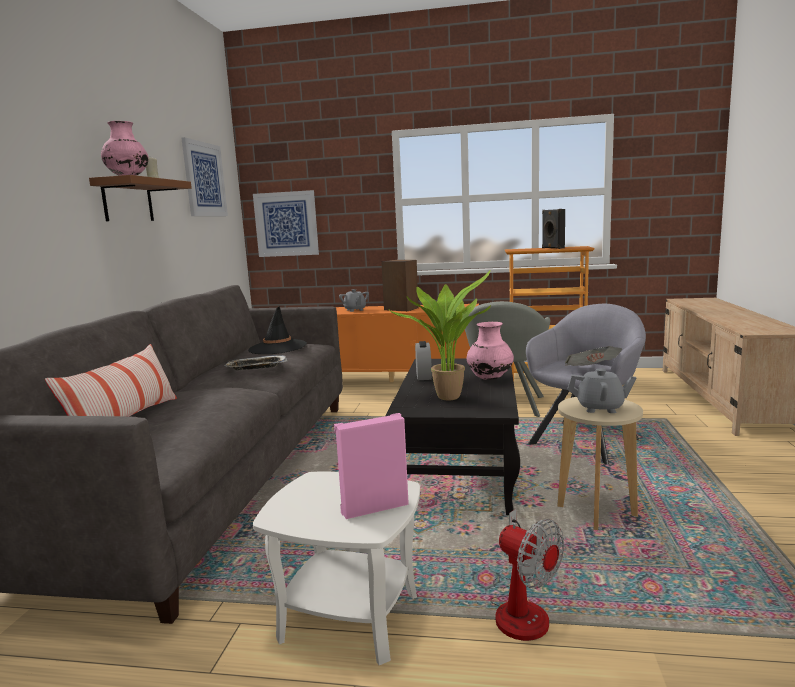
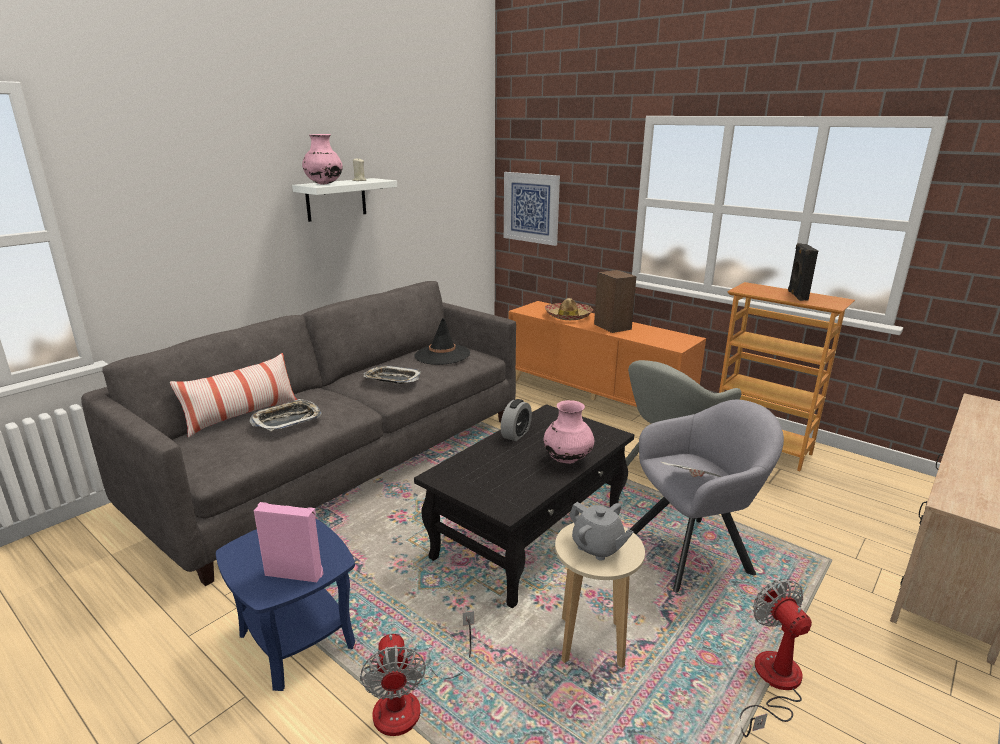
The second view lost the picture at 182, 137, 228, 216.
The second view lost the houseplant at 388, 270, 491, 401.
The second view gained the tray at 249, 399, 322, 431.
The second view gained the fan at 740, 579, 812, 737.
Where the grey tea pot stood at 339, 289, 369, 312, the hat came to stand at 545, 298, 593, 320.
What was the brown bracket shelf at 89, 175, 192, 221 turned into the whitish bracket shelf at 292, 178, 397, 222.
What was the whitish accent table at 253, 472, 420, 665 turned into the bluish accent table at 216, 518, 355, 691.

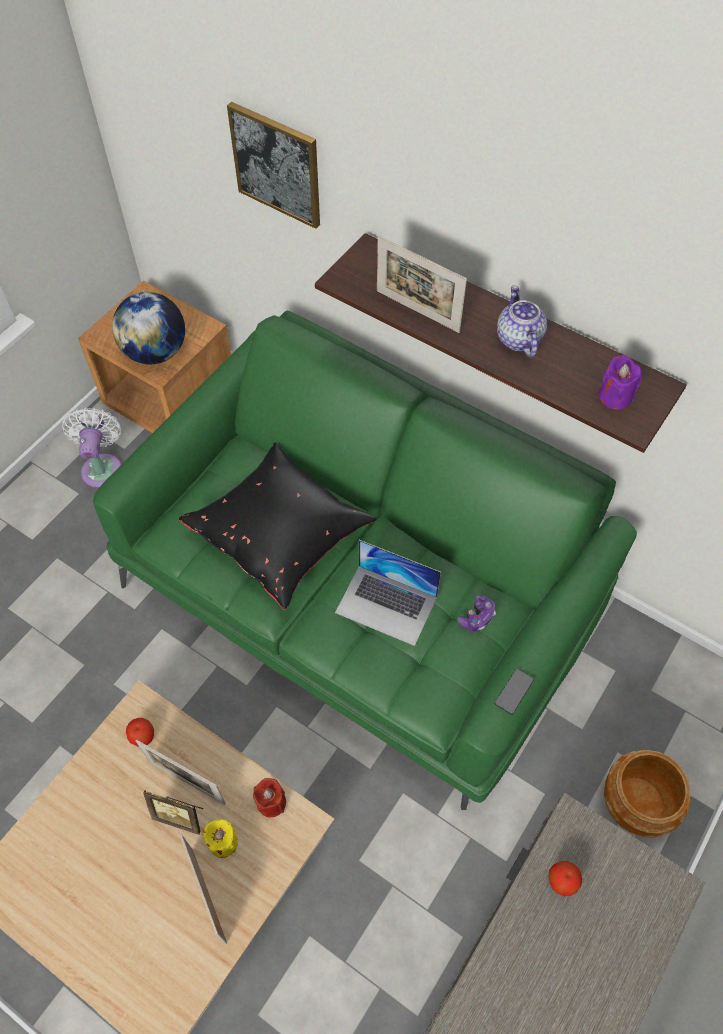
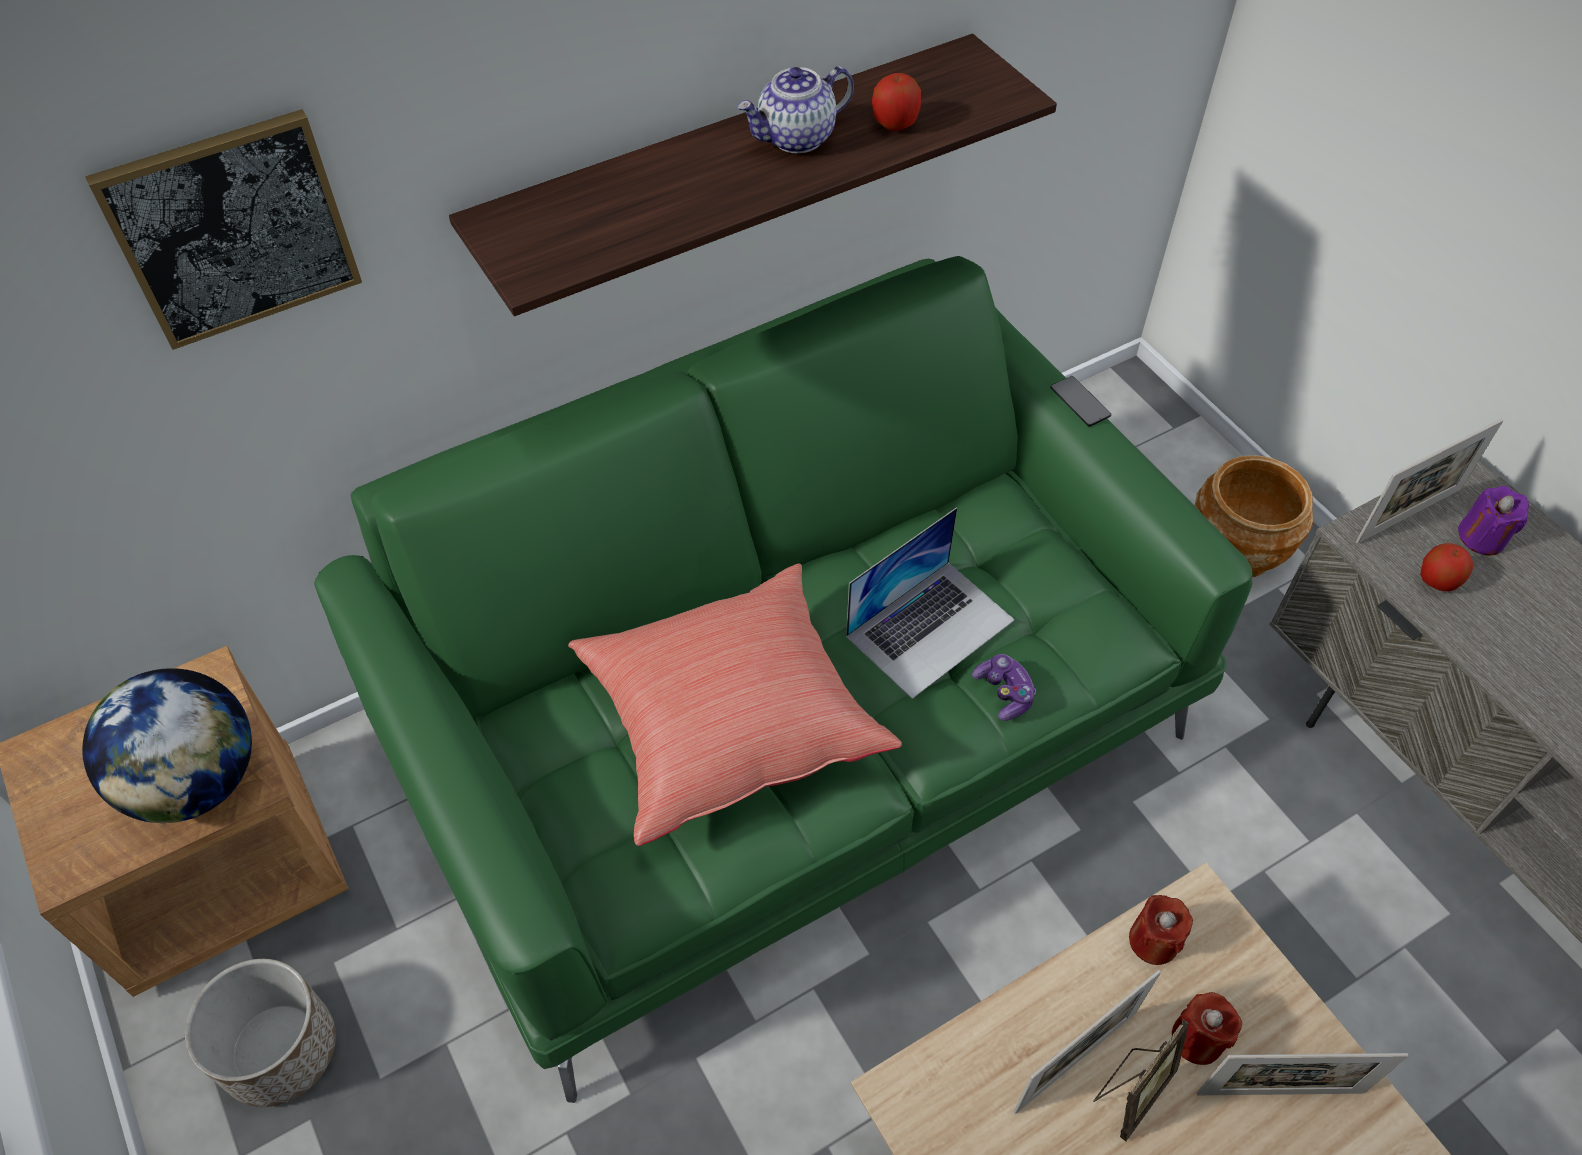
The apple ended up elsewhere, having gone from 126, 718, 154, 747 to 872, 73, 921, 131.
The standing frame ended up elsewhere, having gone from 377, 236, 467, 333 to 1356, 419, 1503, 543.
The game controller ended up elsewhere, having gone from 457, 595, 496, 631 to 972, 654, 1036, 721.
The phone ended up elsewhere, having gone from 494, 668, 534, 715 to 1050, 376, 1111, 427.
The purple candle ended up elsewhere, having gone from 599, 355, 642, 410 to 1458, 486, 1529, 555.
Where the whitish fan stood at 62, 407, 121, 488, the planter came to stand at 185, 959, 336, 1107.
What was the black cushion at 179, 443, 377, 610 turned into the red cushion at 568, 564, 902, 846.
What was the yellow candle at 203, 819, 238, 858 turned into the red candle at 1172, 992, 1242, 1065.
The tea pot at 497, 285, 547, 358 ended up facing another way, 45 degrees counterclockwise from before.

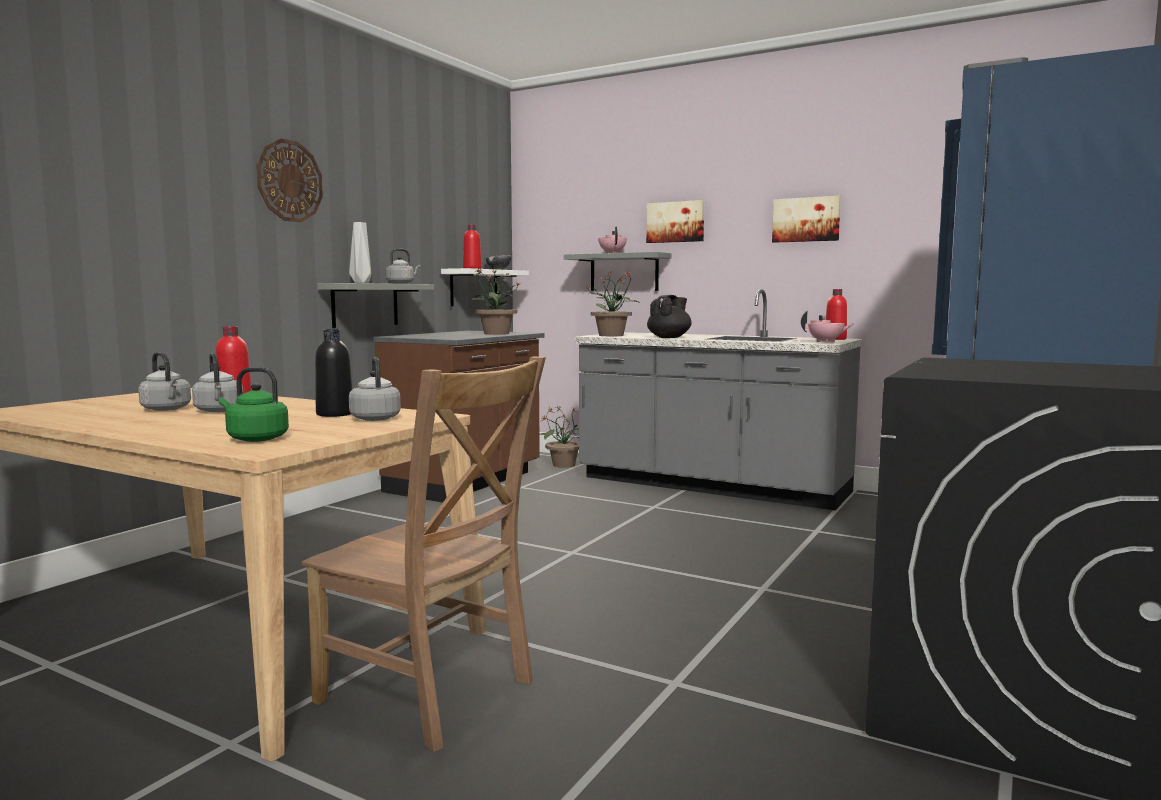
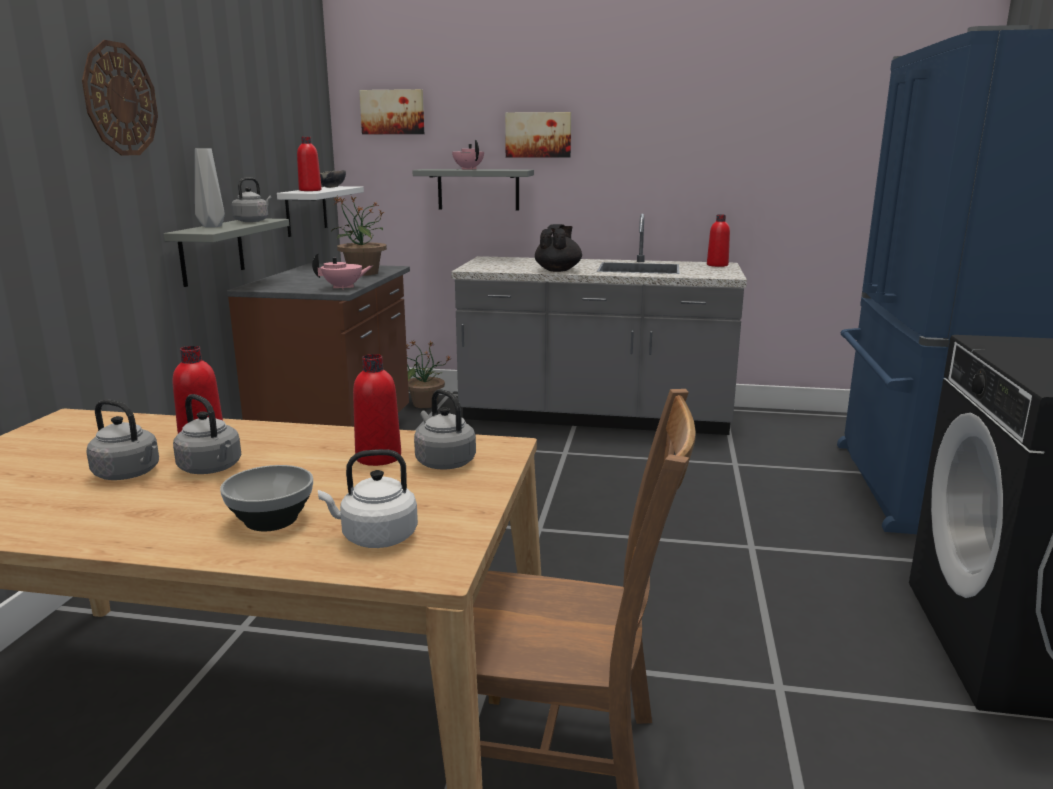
The second view lost the houseplant at 585, 271, 638, 336.
The second view gained the deep dish at 220, 465, 313, 531.
The picture ended up elsewhere, having gone from 772, 196, 841, 243 to 359, 89, 424, 134.
The pink-coloured tea pot ended up elsewhere, having gone from 801, 311, 853, 343 to 312, 253, 373, 290.
What was the green-coloured water kettle at 219, 367, 289, 442 turned into the whitish water kettle at 318, 449, 418, 548.
What was the black beverage bottle at 315, 329, 352, 417 turned into the red beverage bottle at 353, 354, 401, 466.

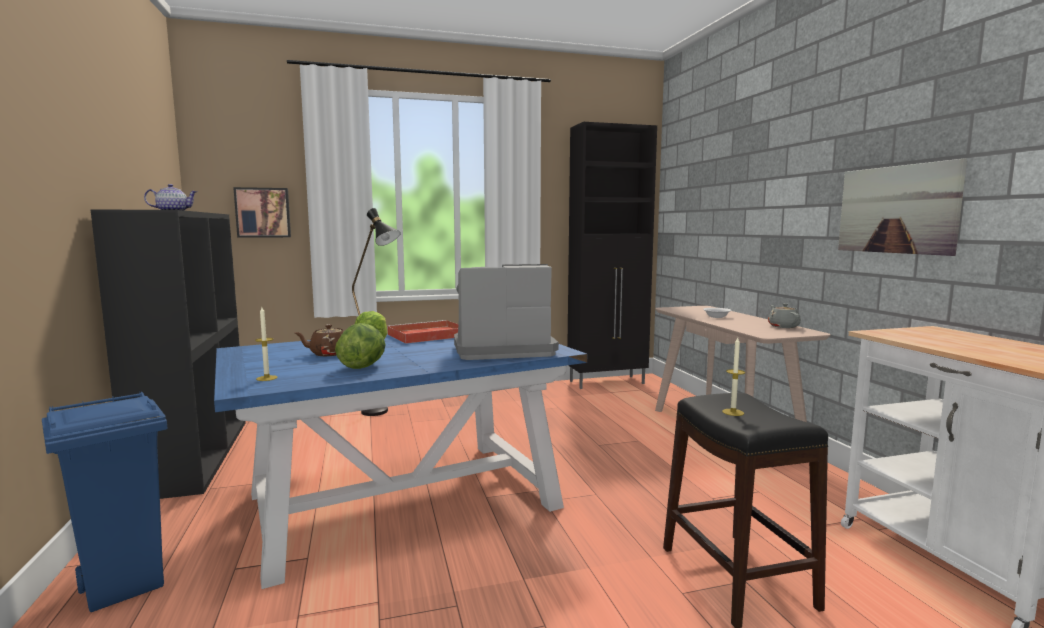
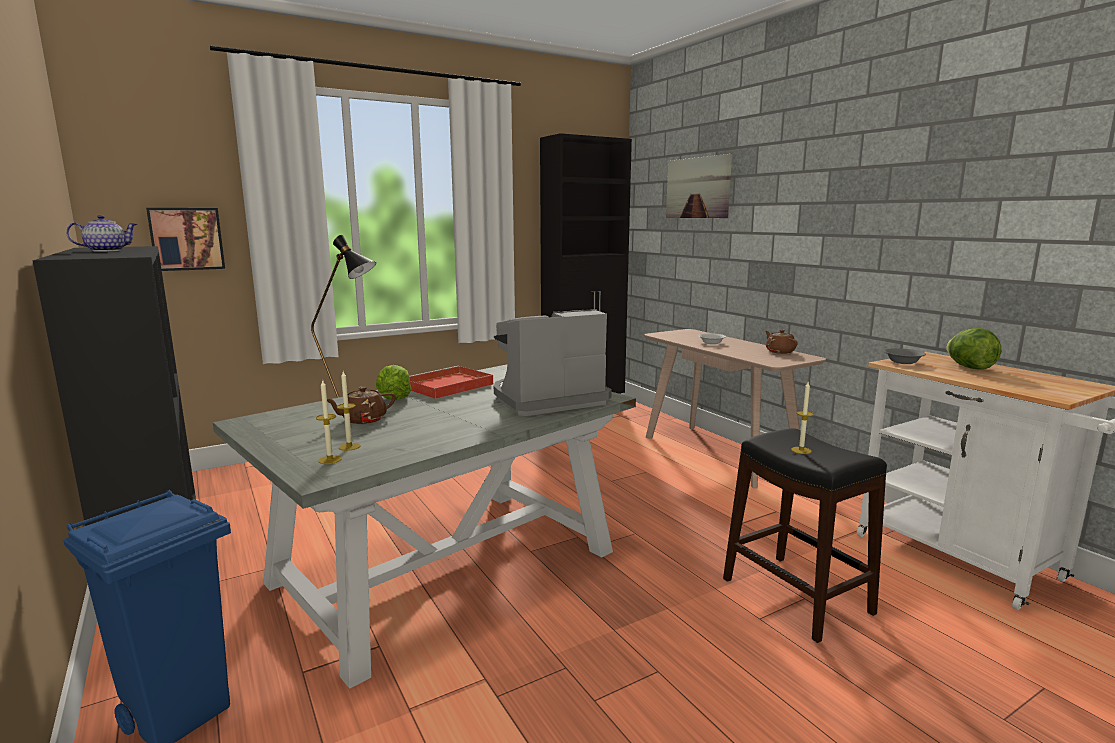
The second view gained the candle at 337, 371, 360, 451.
The second view gained the grey deep dish at 884, 348, 926, 364.
The lettuce ended up elsewhere, having gone from 335, 323, 386, 369 to 946, 327, 1001, 369.
The picture ended up elsewhere, having gone from 838, 159, 967, 256 to 666, 154, 732, 218.
What was the bluish dining table at 214, 333, 587, 589 turned into the grey dining table at 213, 365, 636, 689.
What was the grey tea pot at 768, 303, 801, 328 turned into the brown tea pot at 766, 330, 798, 354.

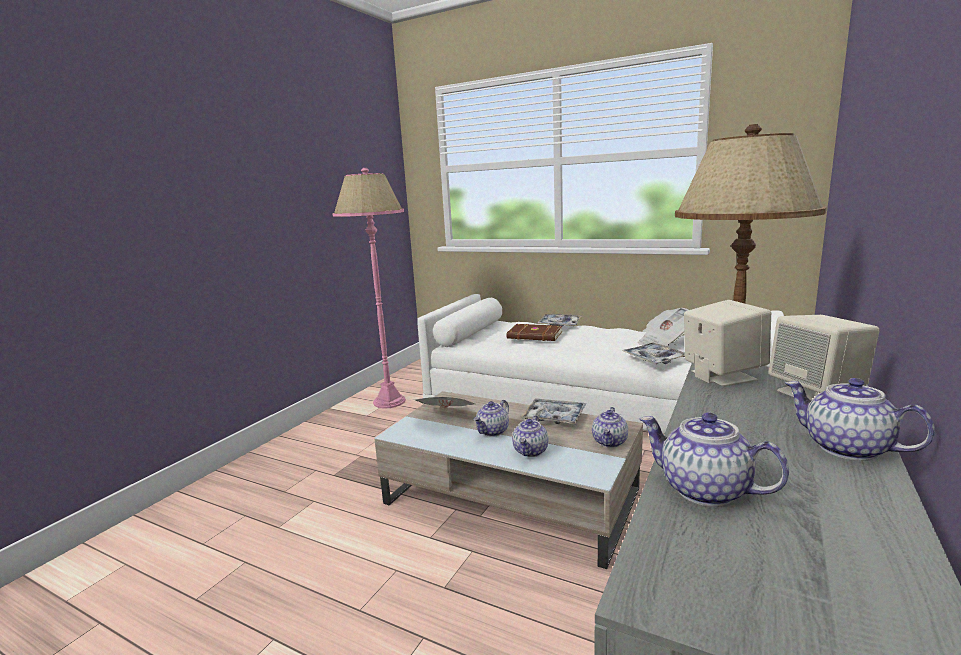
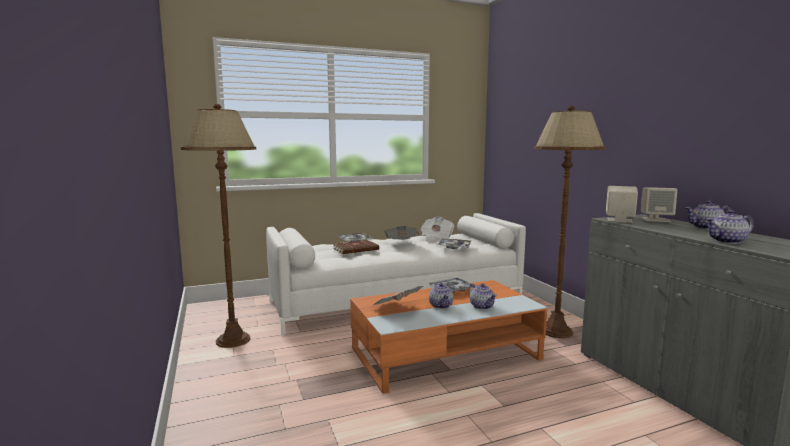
The second view lost the tea pot at 592, 407, 628, 448.
The second view gained the daily paper at 384, 226, 419, 240.
What was the pink-coloured standard lamp at 332, 168, 406, 409 turned into the brown standard lamp at 181, 104, 256, 348.
What was the sand-coloured coffee table at 374, 391, 643, 569 turned into the orangey coffee table at 350, 280, 547, 394.

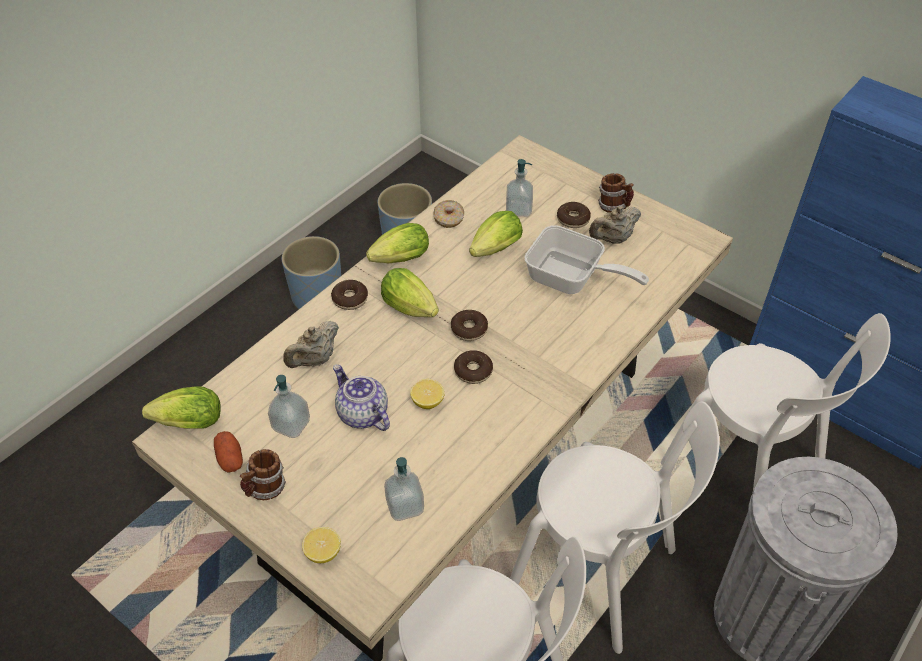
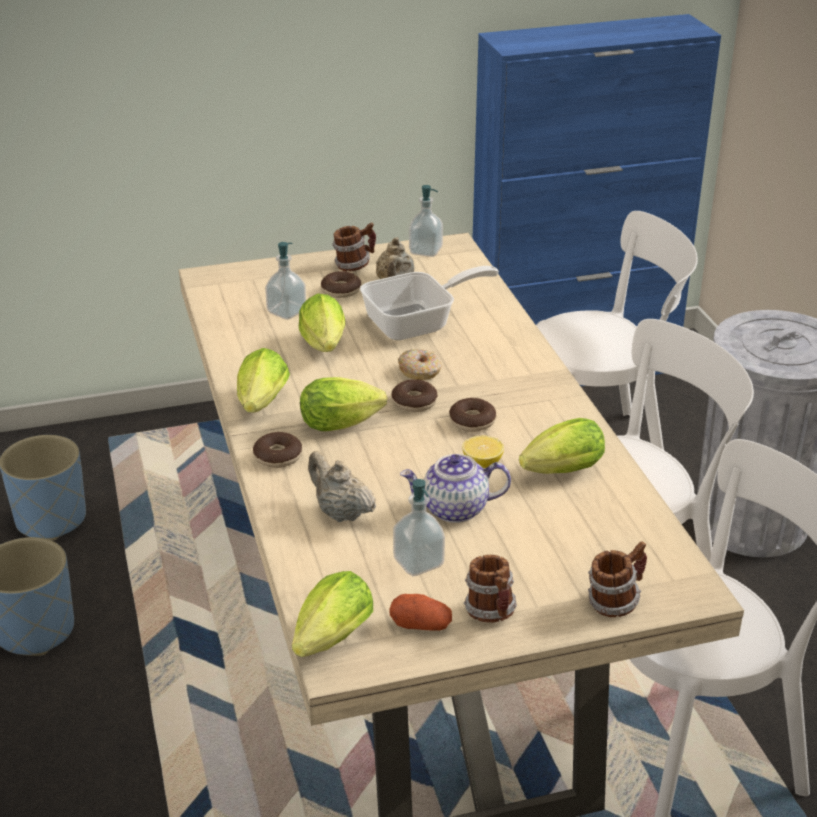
The second view gained the lettuce at 519, 418, 605, 474.
The soap bottle ended up elsewhere, having gone from 384, 457, 424, 521 to 409, 185, 443, 257.
The donut ended up elsewhere, having gone from 434, 200, 464, 228 to 398, 349, 442, 380.
Where the lemon stood at 302, 527, 341, 563, the tea mug came to stand at 588, 542, 647, 617.
The sand-coloured tea pot at 283, 321, 339, 368 ended up facing another way, 150 degrees clockwise from before.

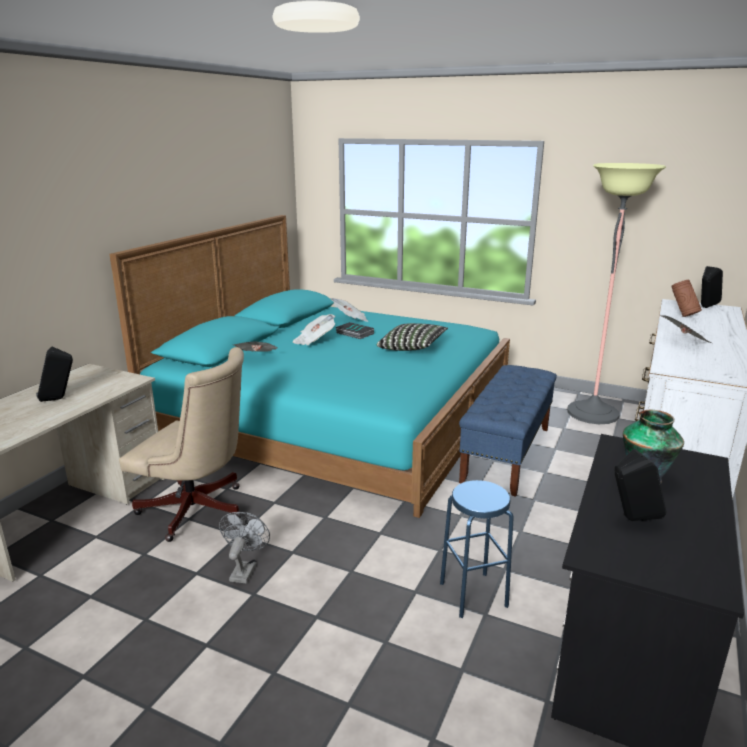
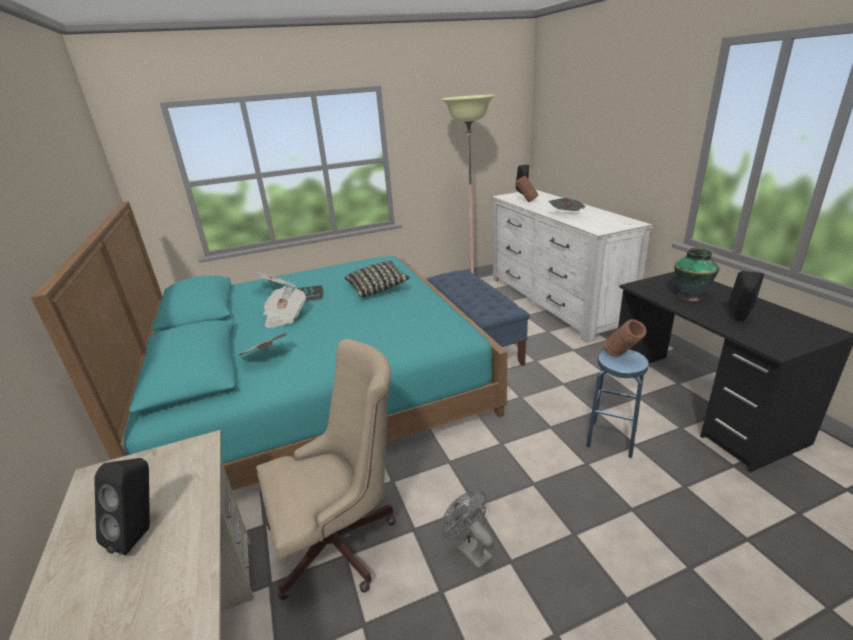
The second view gained the brown vase at 603, 319, 647, 357.

